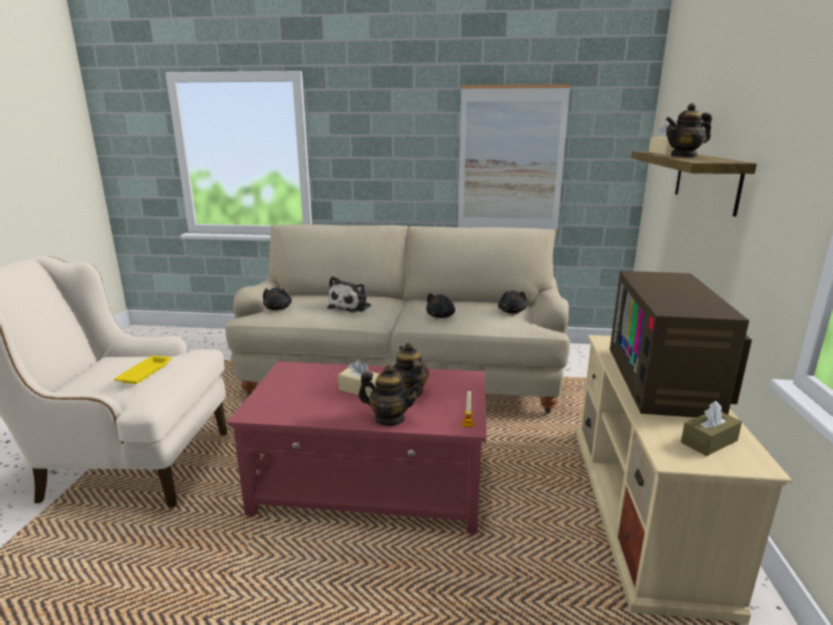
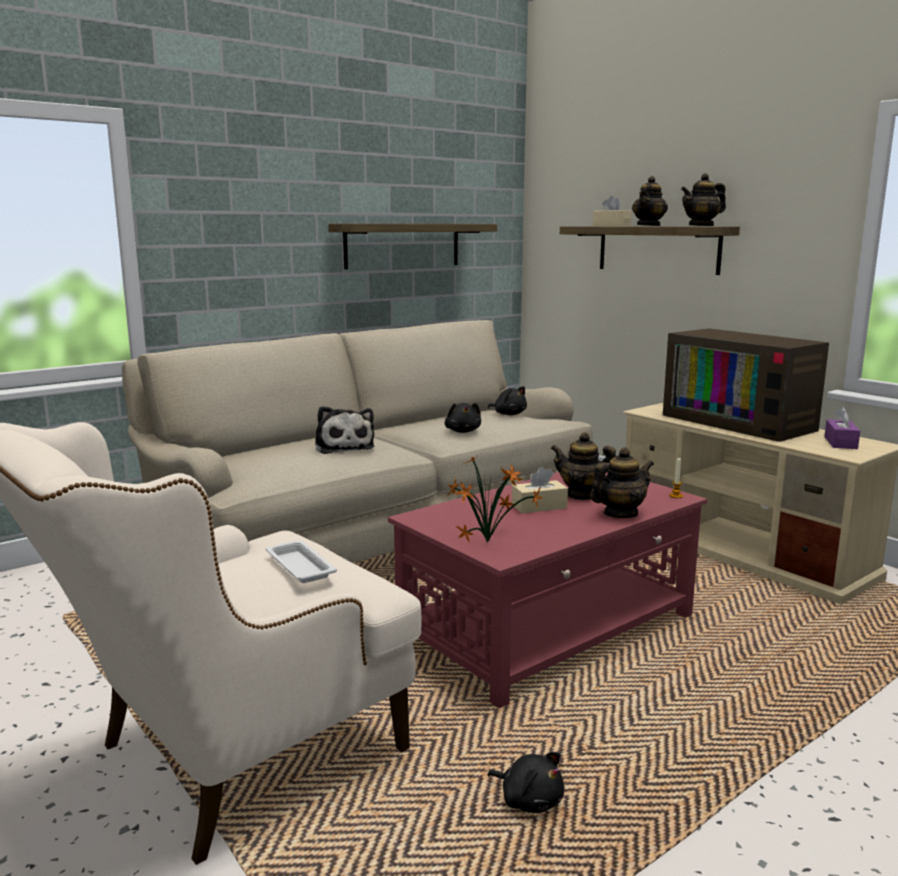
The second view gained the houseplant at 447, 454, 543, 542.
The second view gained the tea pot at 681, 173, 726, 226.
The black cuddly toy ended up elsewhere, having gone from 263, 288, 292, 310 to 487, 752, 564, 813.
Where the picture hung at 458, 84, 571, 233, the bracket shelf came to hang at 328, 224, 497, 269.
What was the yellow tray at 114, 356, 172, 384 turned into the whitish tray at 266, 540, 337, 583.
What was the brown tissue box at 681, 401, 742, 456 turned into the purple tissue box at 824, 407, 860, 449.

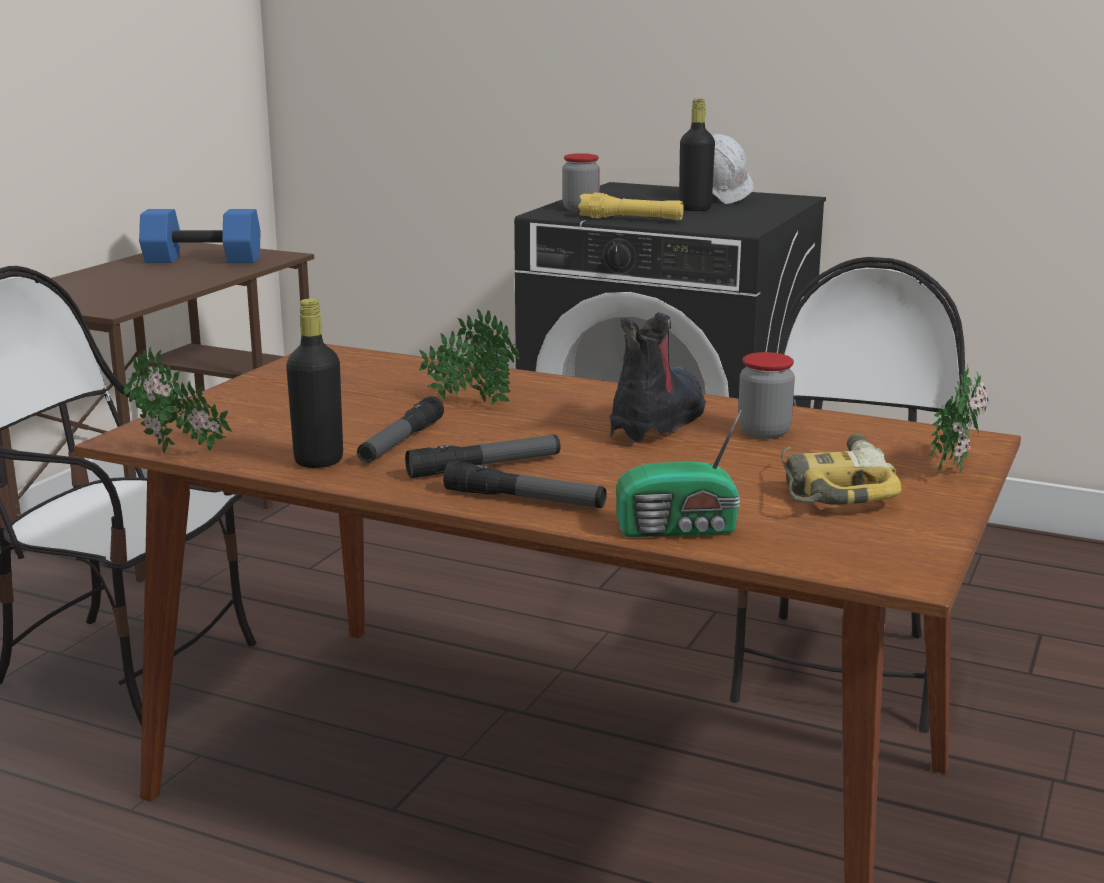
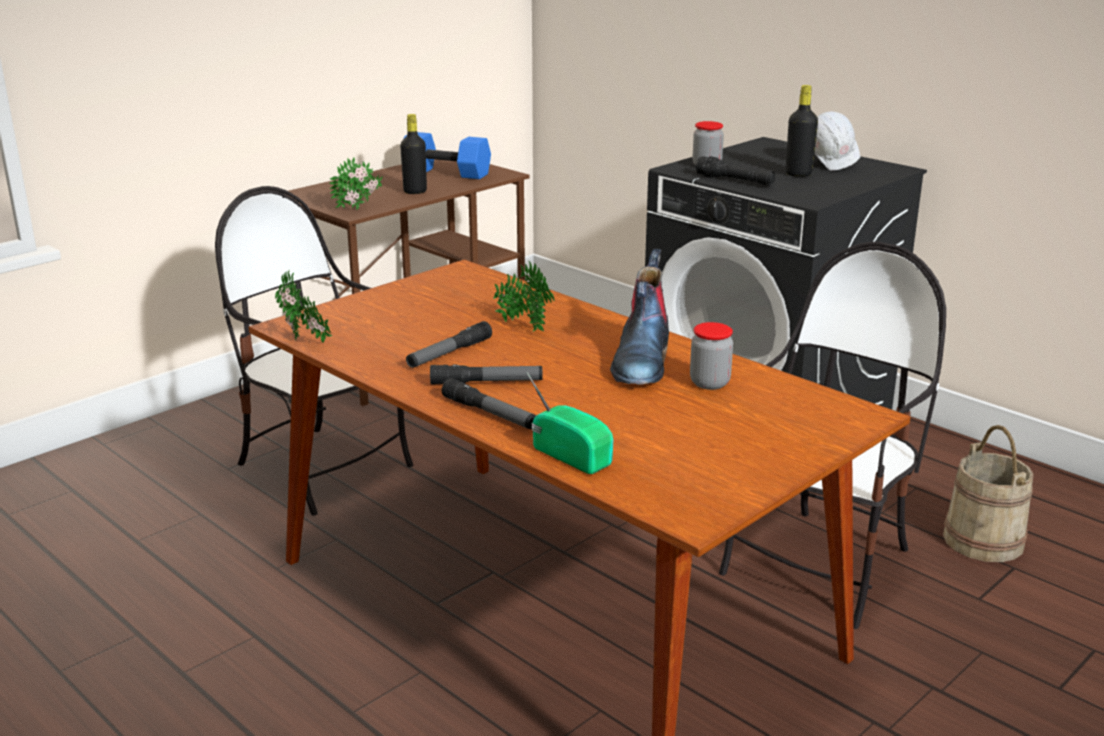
The second view lost the electric drill at 781, 433, 902, 505.
The second view gained the sand-coloured water bucket at 943, 425, 1034, 562.
The black beverage bottle ended up elsewhere, having gone from 286, 298, 343, 468 to 400, 114, 427, 194.
The houseplant ended up elsewhere, having gone from 928, 365, 989, 473 to 329, 157, 382, 210.
What was the yellow flashlight at 578, 192, 684, 220 turned into the black flashlight at 695, 156, 775, 186.
The high-top boot at 610, 312, 706, 443 ended up facing another way, 150 degrees clockwise from before.
The radio at 616, 410, 742, 537 ended up facing another way, 150 degrees counterclockwise from before.

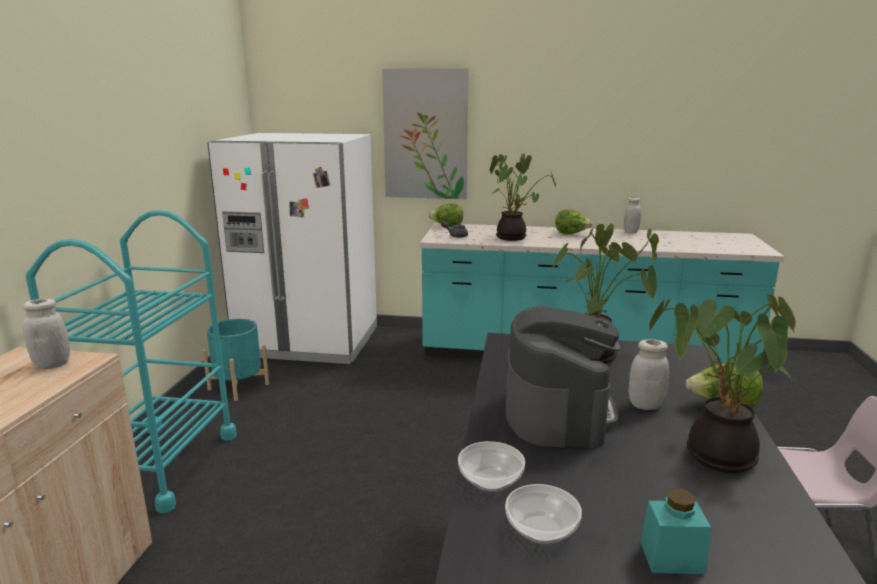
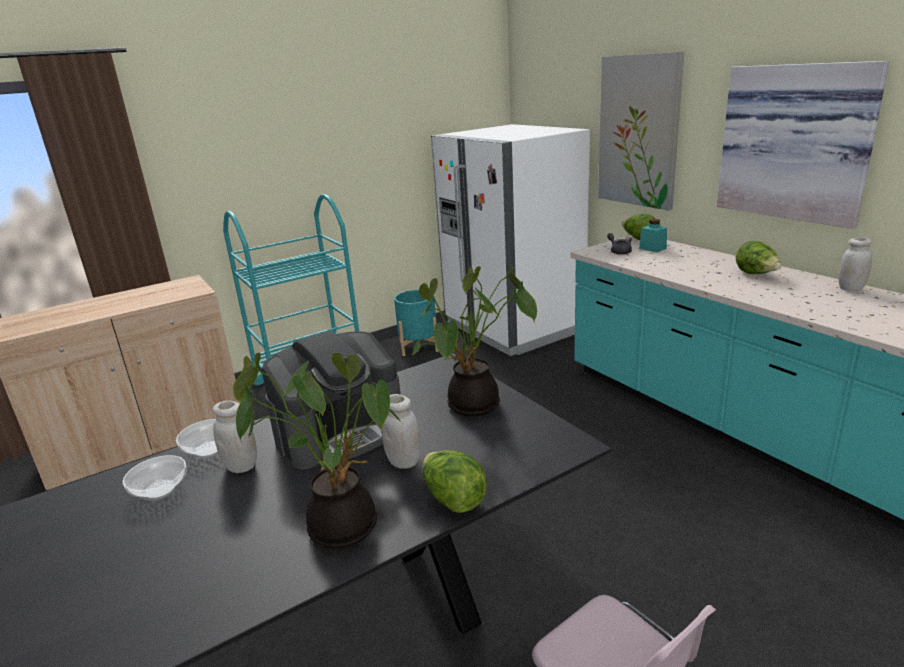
The second view lost the houseplant at 490, 153, 556, 241.
The second view gained the picture at 717, 60, 890, 229.
The whitish jar ended up elsewhere, having gone from 23, 299, 70, 369 to 213, 400, 257, 473.
The turquoise jar ended up elsewhere, having gone from 641, 488, 711, 574 to 639, 219, 667, 252.

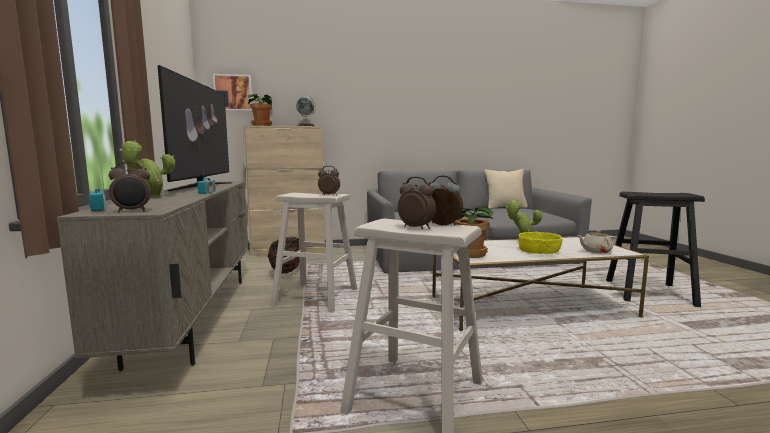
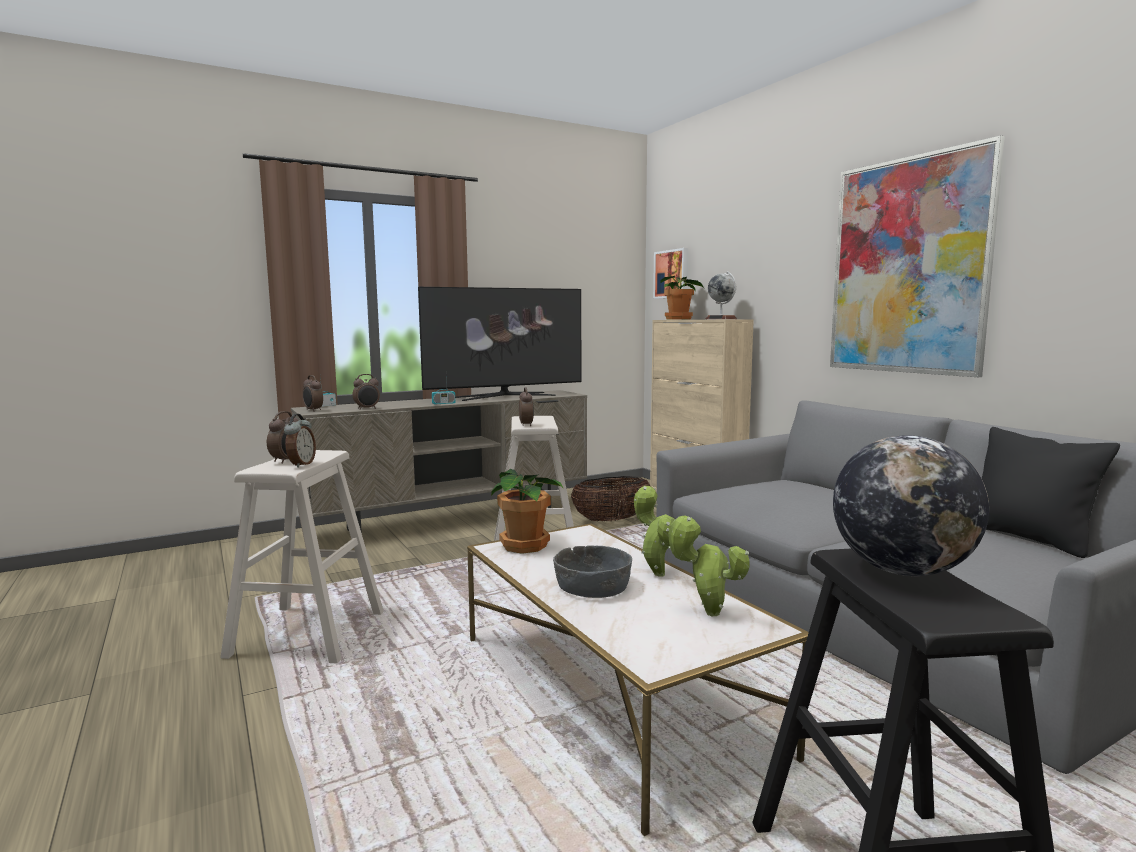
The second view lost the sand-coloured tea pot at 577, 230, 617, 253.
The second view gained the bedside clock at 352, 374, 380, 410.
The second view gained the picture at 830, 135, 1005, 377.
The second view gained the world globe at 833, 435, 989, 576.
The houseplant ended up elsewhere, having gone from 119, 140, 175, 197 to 666, 515, 749, 616.
What was the sand-coloured cushion at 484, 169, 528, 209 turned into the black cushion at 982, 427, 1120, 558.
What was the yellow deep dish at 519, 232, 563, 254 turned into the grey deep dish at 553, 545, 632, 598.

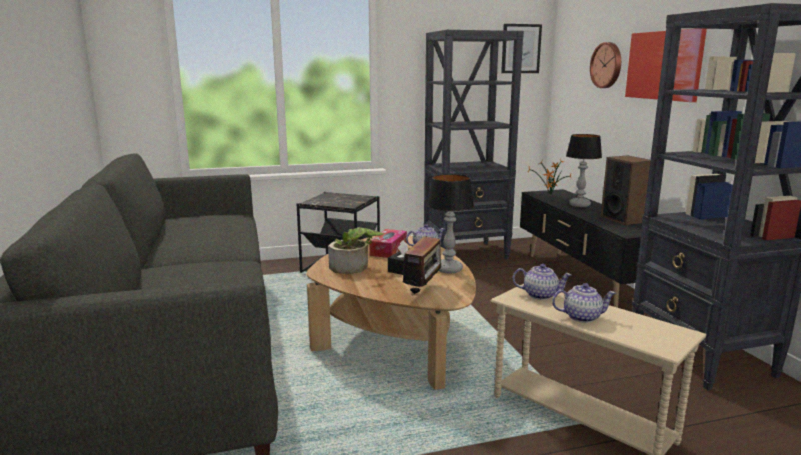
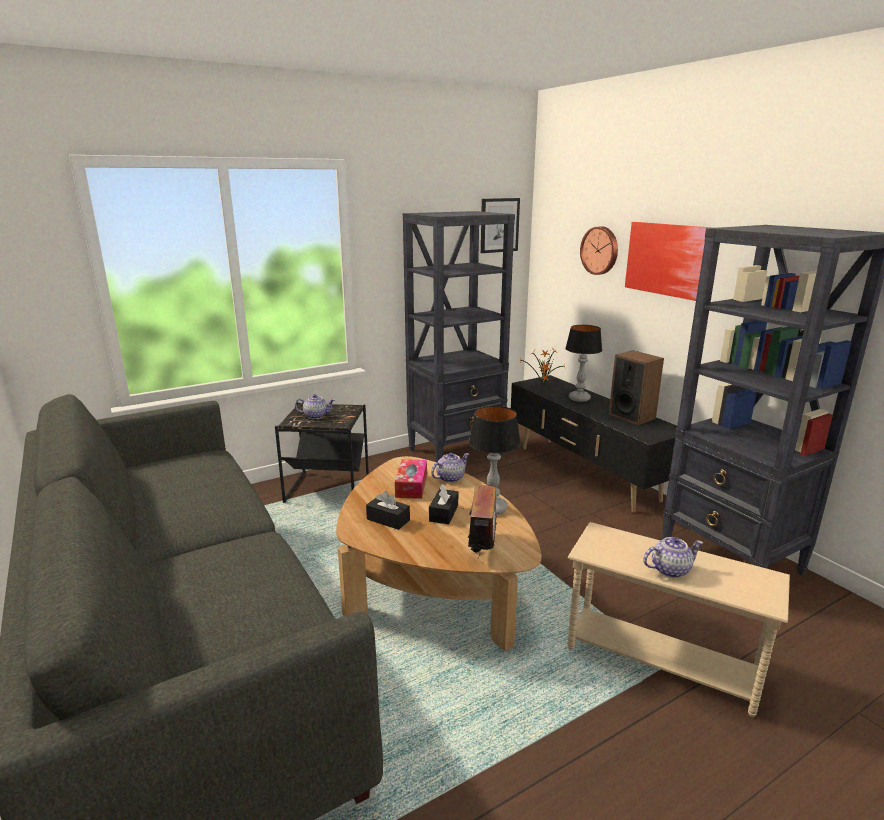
The tea pot ended up elsewhere, having gone from 513, 264, 572, 300 to 295, 394, 335, 419.
Where the houseplant stood at 328, 227, 384, 274, the black tissue box came to stand at 366, 491, 410, 530.

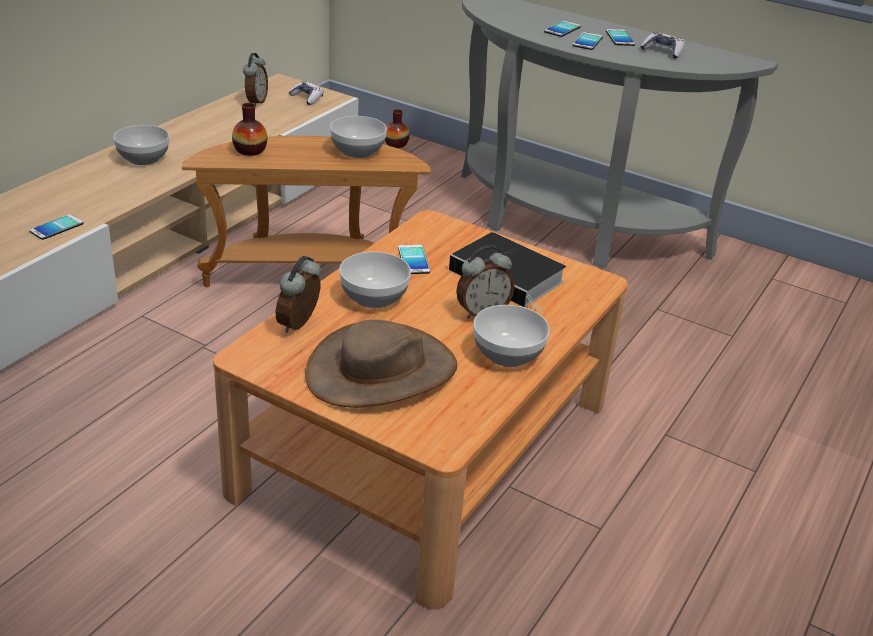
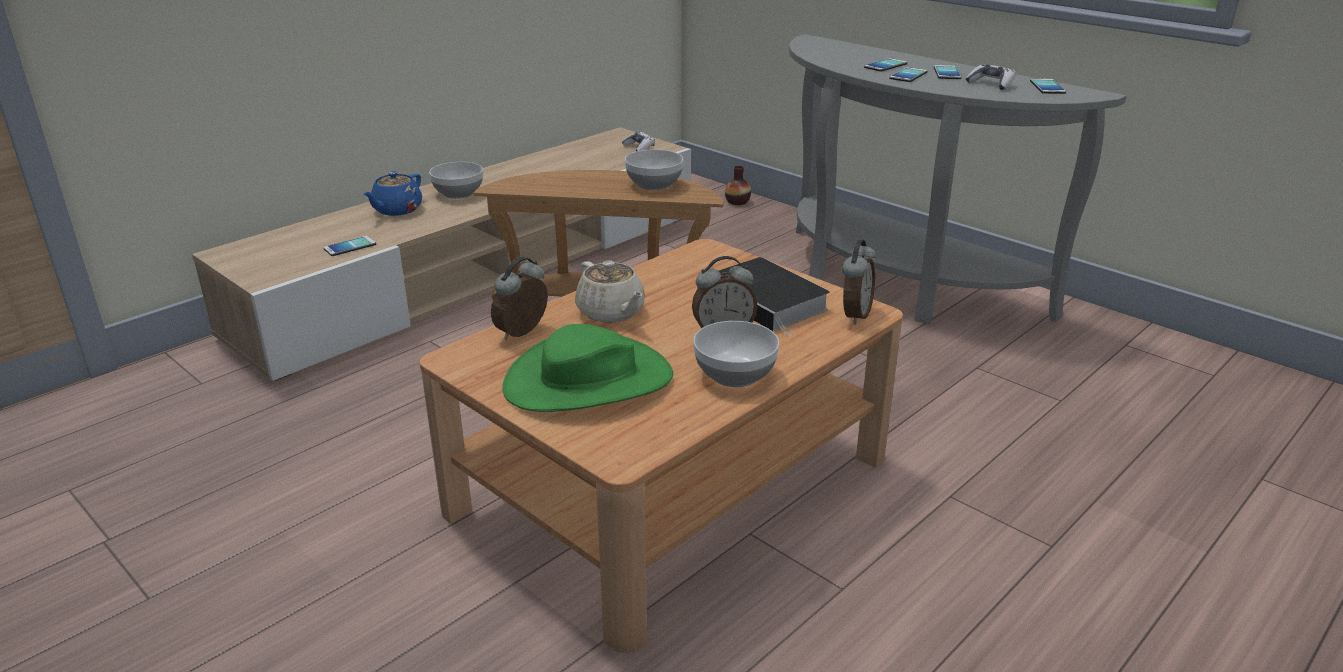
The second view lost the vase at 232, 103, 267, 156.
The second view gained the bluish tea pot at 363, 171, 422, 216.
The bedside clock ended up elsewhere, having gone from 243, 53, 268, 106 to 842, 239, 876, 324.
The phone ended up elsewhere, having gone from 398, 245, 430, 274 to 1030, 78, 1066, 94.
Where the deep dish stood at 339, 252, 411, 308, the sand-coloured tea pot came to stand at 575, 260, 645, 323.
What was the brown hat at 305, 320, 457, 408 turned into the green-coloured hat at 502, 324, 673, 412.

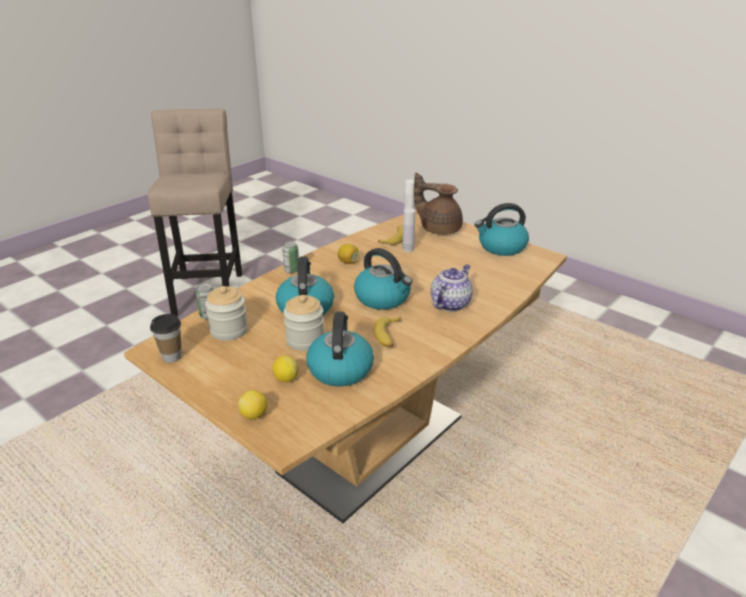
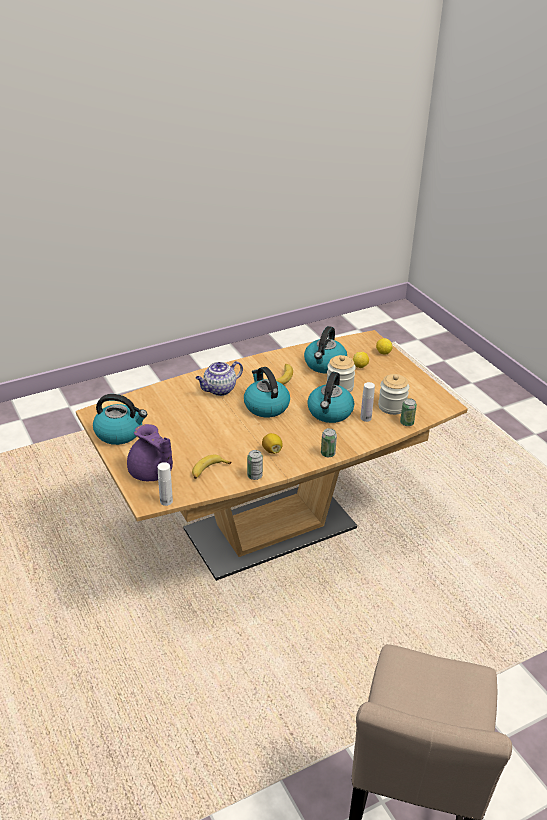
The second view lost the cup at 150, 314, 181, 363.
The second view gained the can at 247, 450, 263, 480.
The whitish beverage bottle ended up elsewhere, having gone from 403, 208, 415, 252 to 360, 382, 375, 422.
What was the brown tea pot at 414, 173, 463, 235 turned into the purple tea pot at 127, 424, 173, 481.

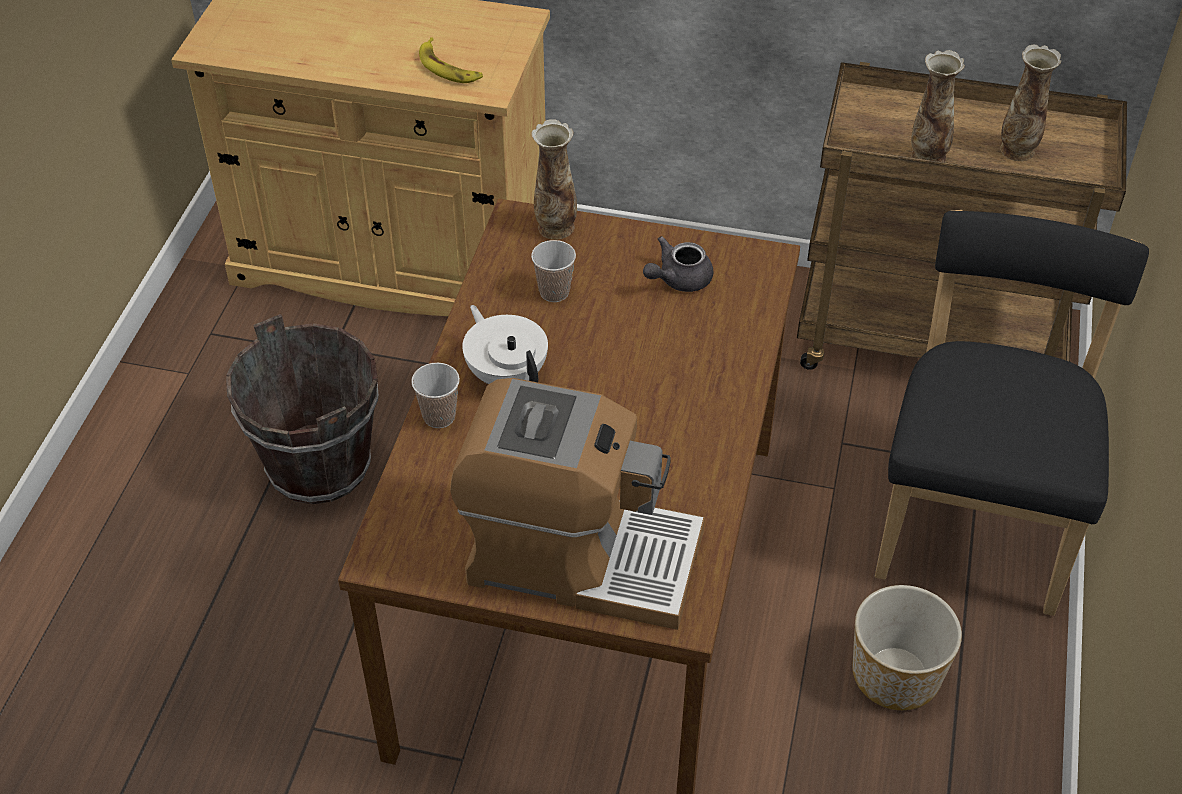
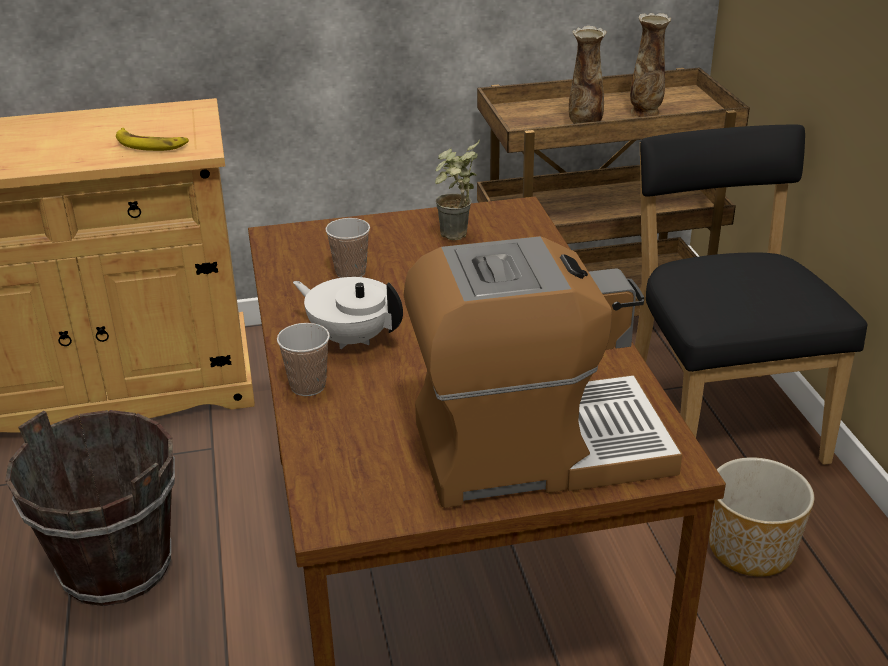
The second view lost the vase at 531, 119, 577, 240.
Where the grey tea pot stood at 643, 236, 713, 292, the houseplant came to stand at 435, 140, 480, 240.

